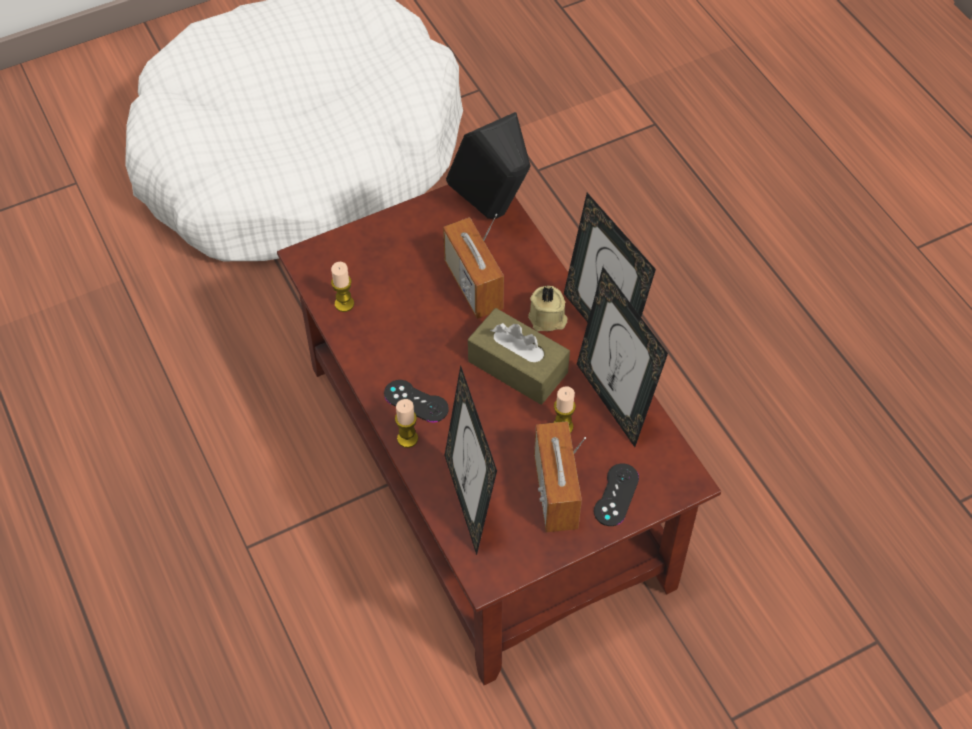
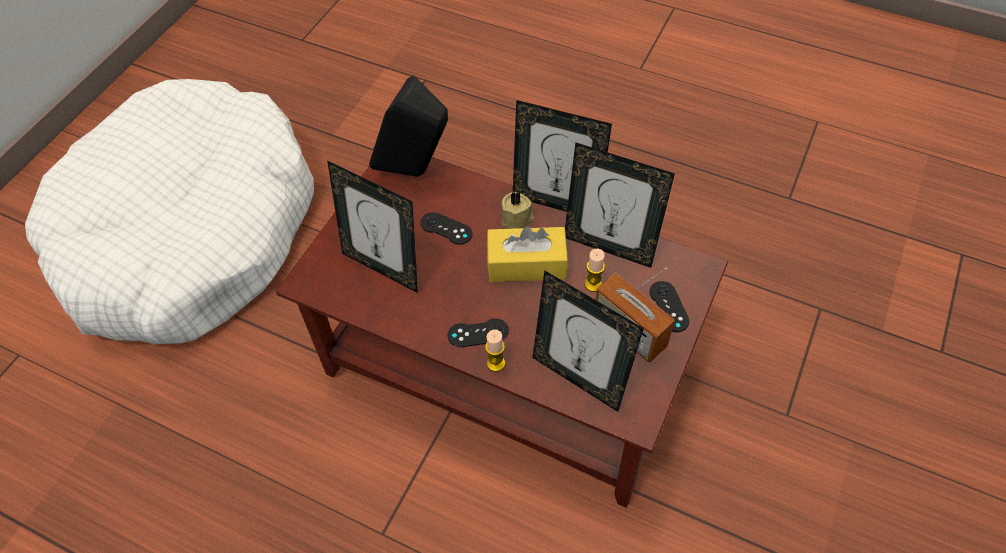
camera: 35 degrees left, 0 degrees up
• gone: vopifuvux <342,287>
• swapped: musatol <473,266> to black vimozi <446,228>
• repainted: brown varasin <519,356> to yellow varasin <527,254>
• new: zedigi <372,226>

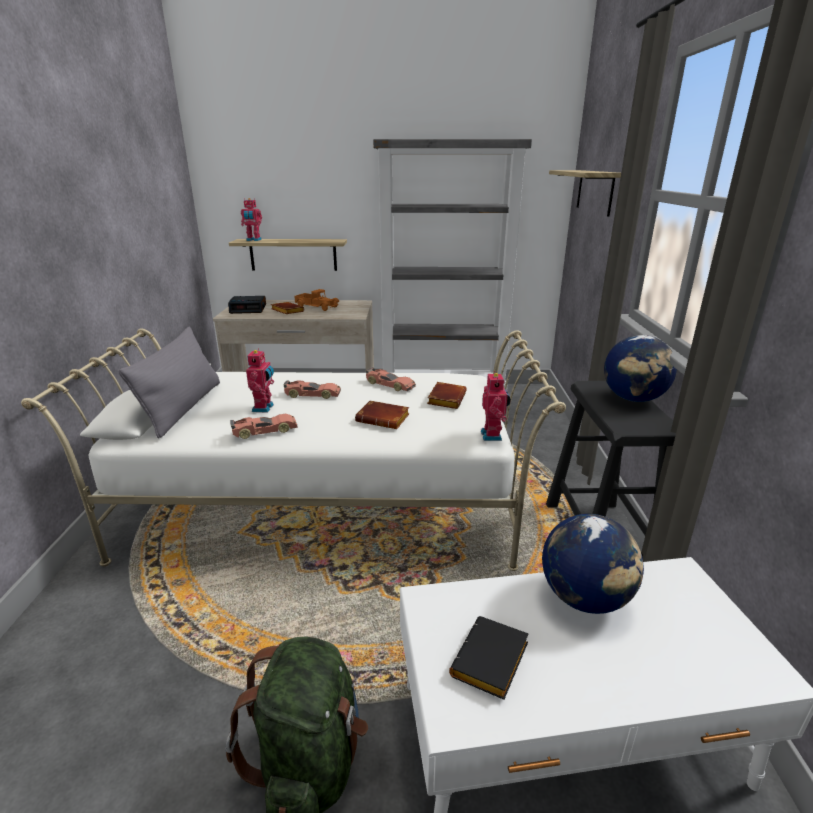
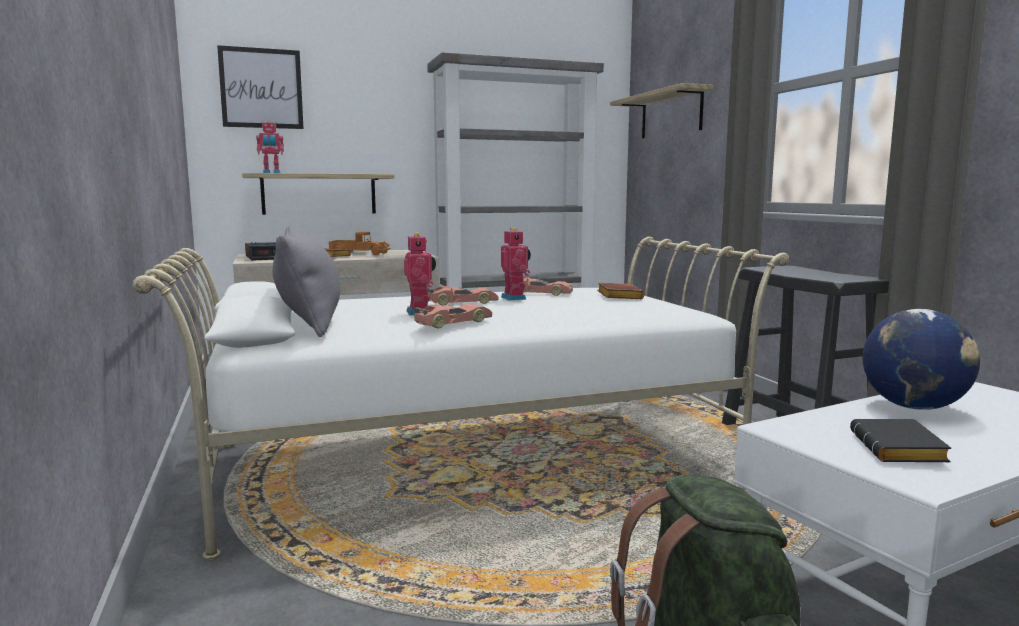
camera: 20 degrees left, 15 degrees down
• gone: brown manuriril <382,415>
• shifted: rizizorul <496,406> to <516,264>
• gone: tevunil <640,368>
• new: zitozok <260,87>

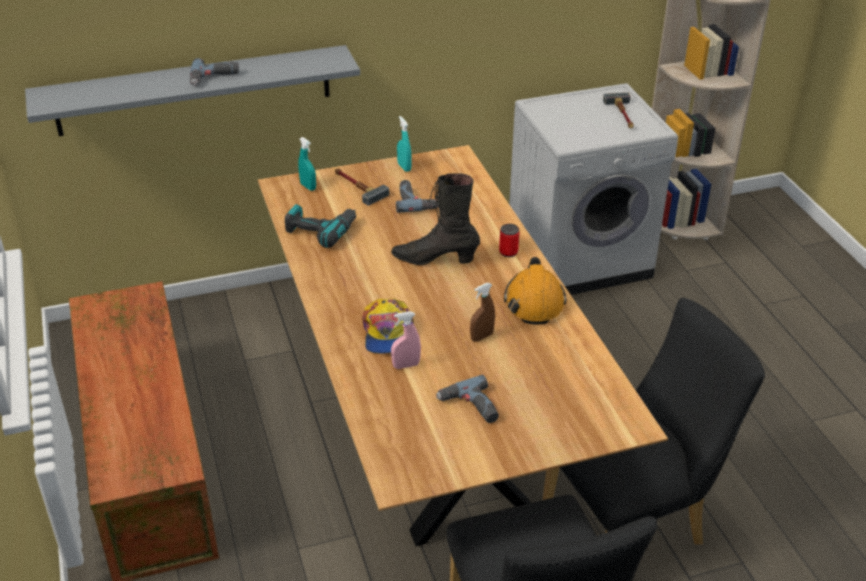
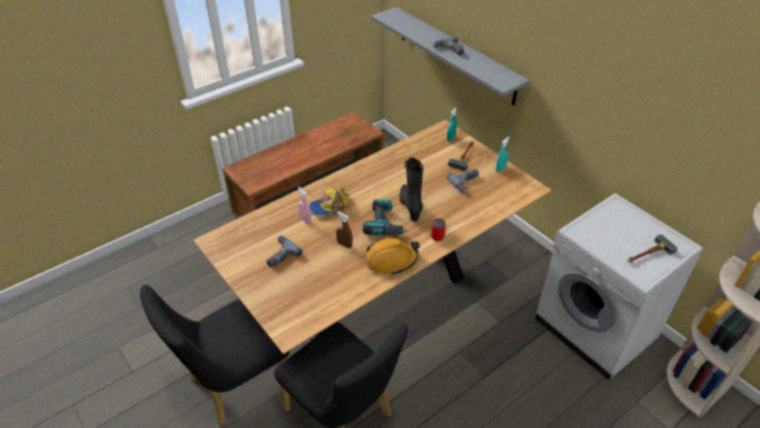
camera: 70 degrees right, 5 degrees up
• shifted: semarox <320,226> to <385,217>

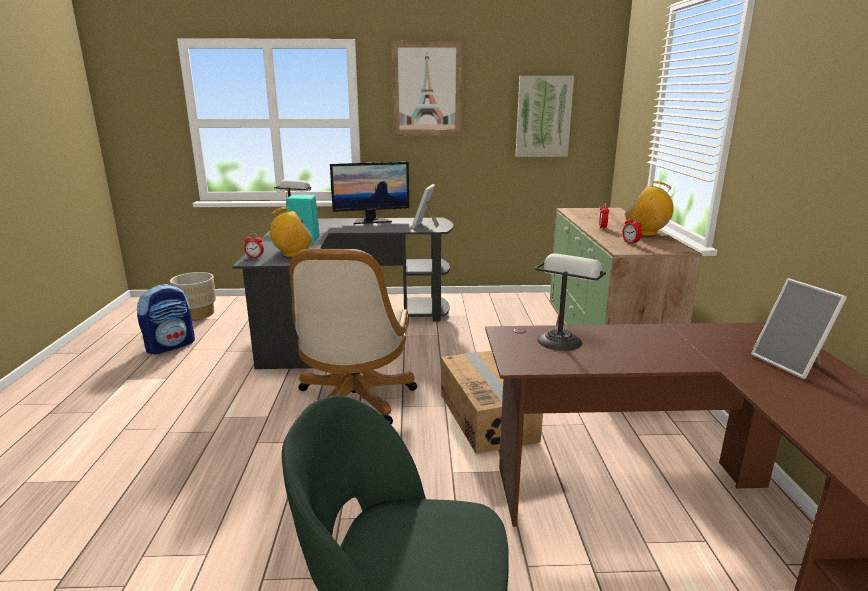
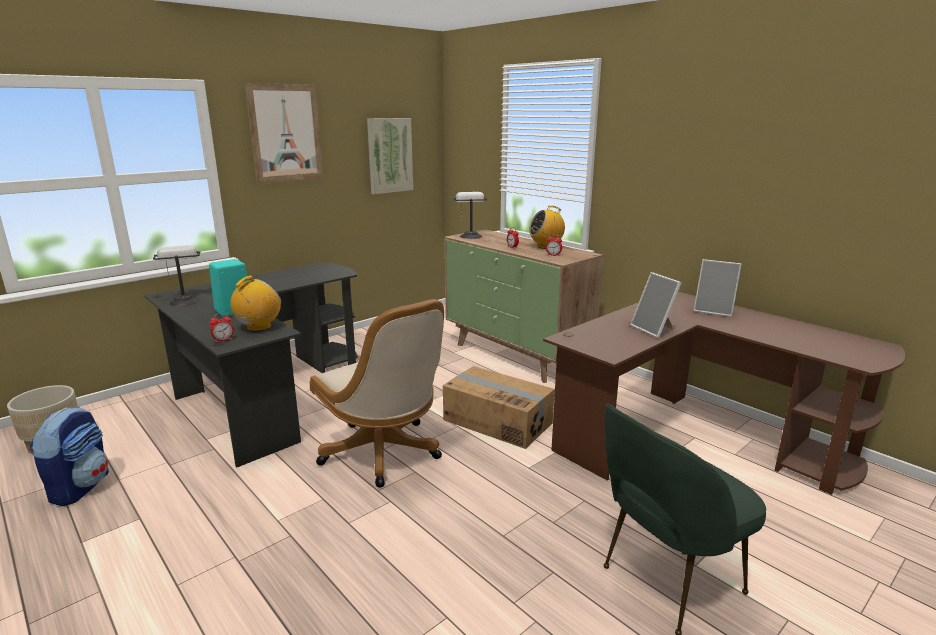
camera: 40 degrees left, 0 degrees up
• gone: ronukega <369,193>
• shifted: zedigi <425,206> to <655,305>
• shifted: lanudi <570,302> to <470,215>

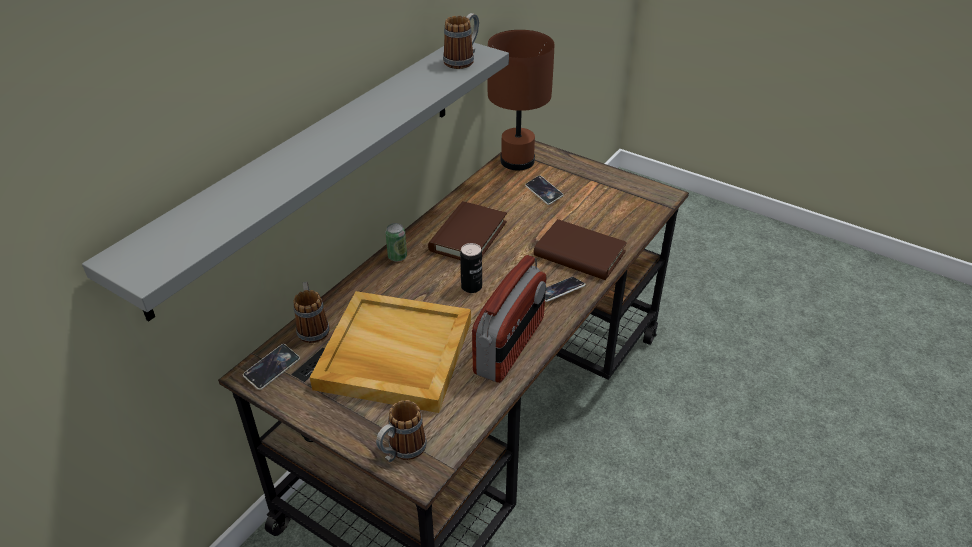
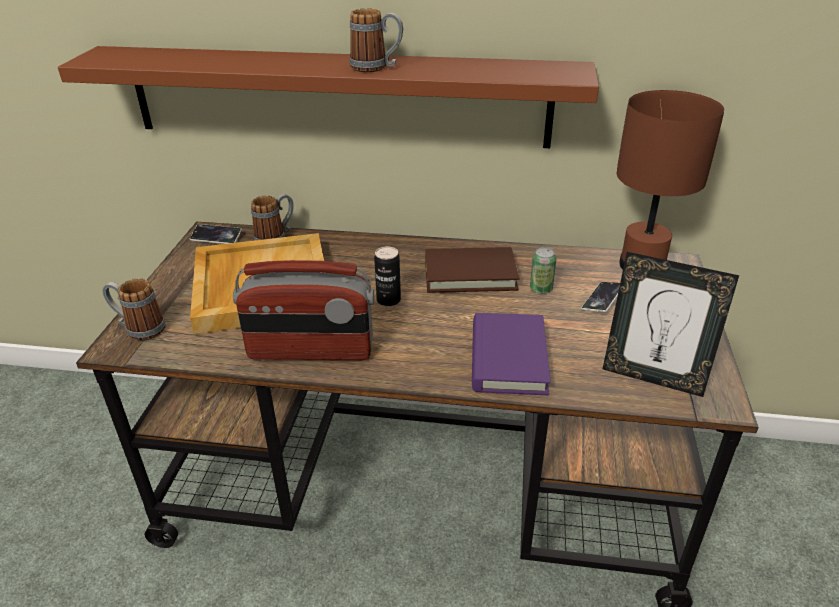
camera: 65 degrees right, 5 degrees down
• repainted: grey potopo <295,182> to brown potopo <328,97>
• shifted: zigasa <396,242> to <543,270>
• shifted: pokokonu <461,41> to <376,40>
• repainted: brown manuriril <580,249> to purple manuriril <511,354>
• gone: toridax <565,289>
• new: zedigi <671,324>

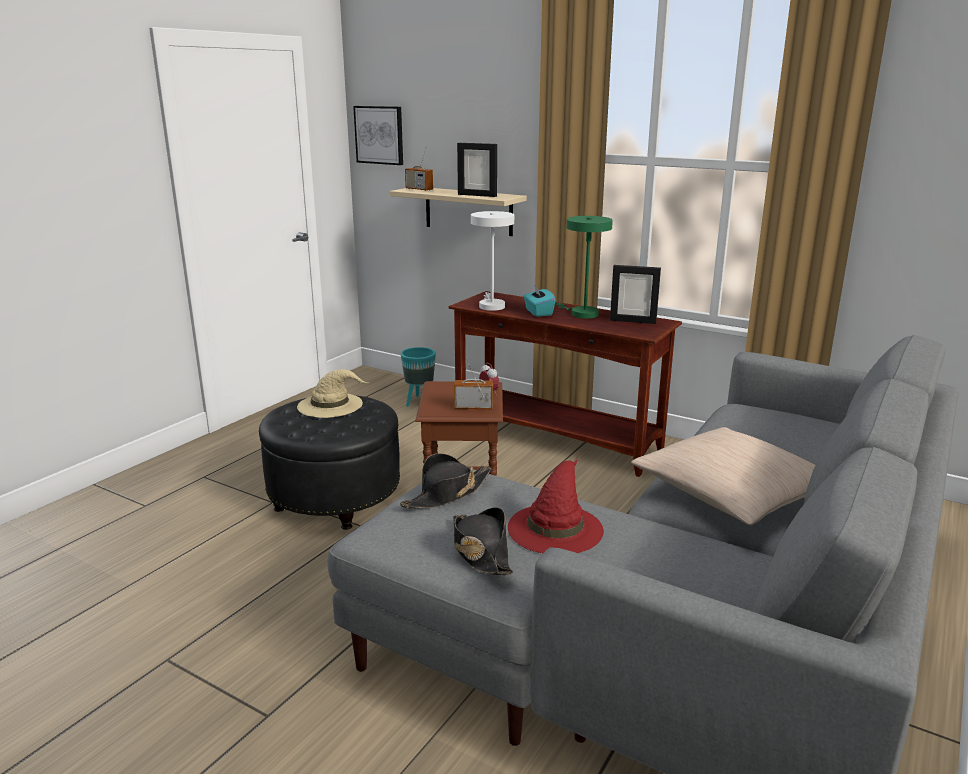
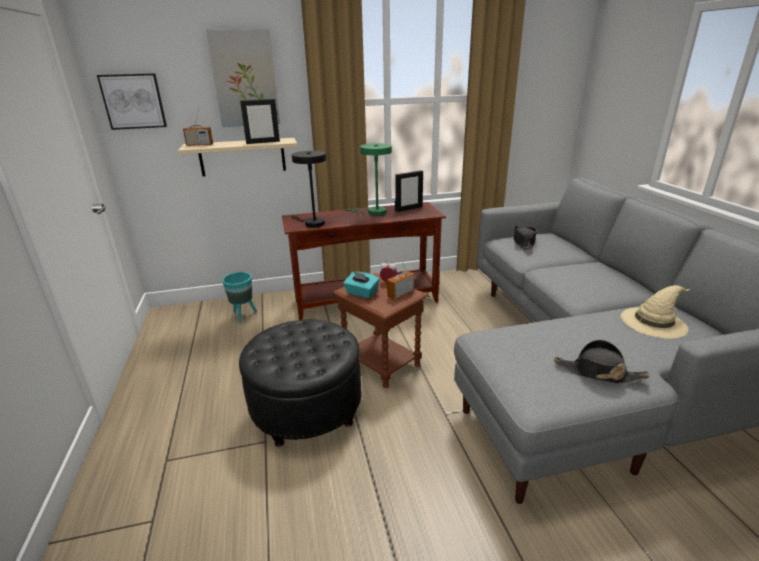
camera: 45 degrees left, 5 degrees up
• shifted: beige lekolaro <333,393> to <655,312>
• shifted: black lekolaro <446,480> to <525,238>
• repainted: white lanudi <492,261> to black lanudi <308,189>
• gone: red lekolaro <556,506>
• shifted: turquoise varasin <539,301> to <361,285>
• gone: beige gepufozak <723,476>
• new: zitozok <243,78>

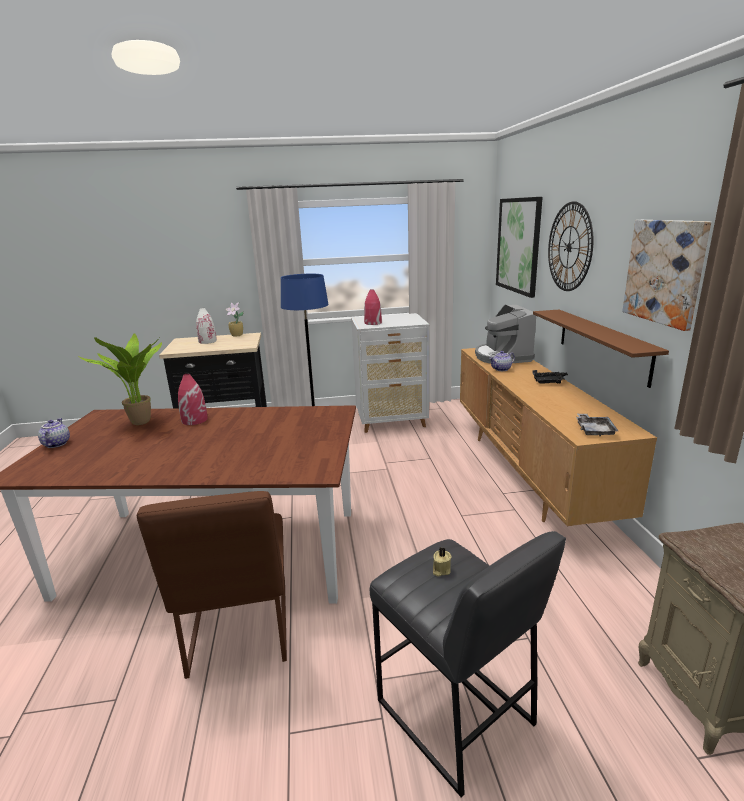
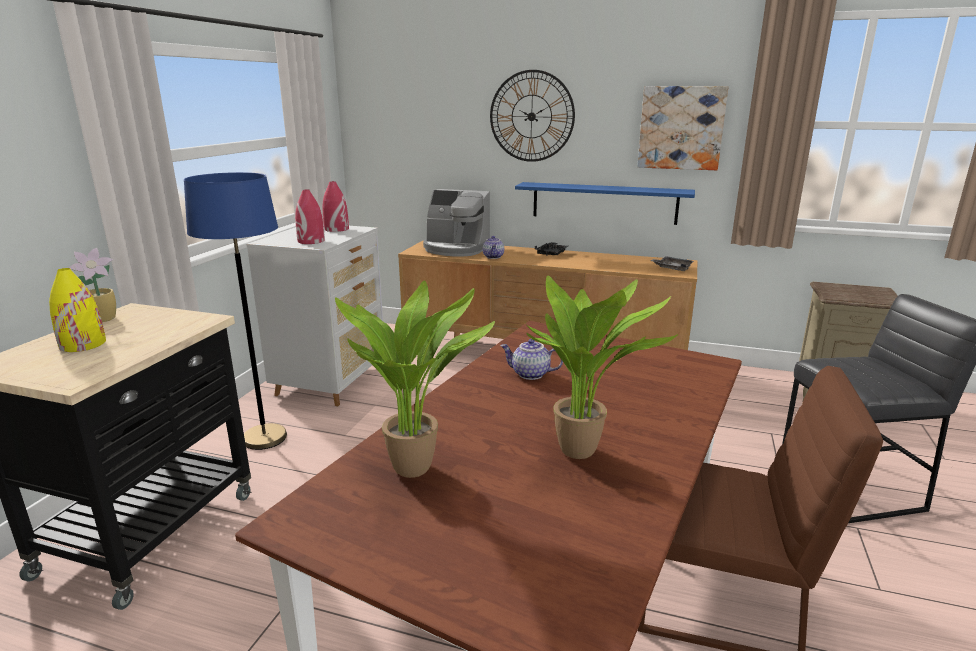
camera: 65 degrees left, 0 degrees up
• shifted: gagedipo <54,433> to <531,359>
• shifted: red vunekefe <193,399> to <335,206>
• repainted: white vunekefe <206,326> to yellow vunekefe <77,310>
• gone: beige vopifuvux <442,562>
• gone: zitozok <519,247>
• repainted: brown potopo <601,349> to blue potopo <605,203>
• new: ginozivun <602,367>

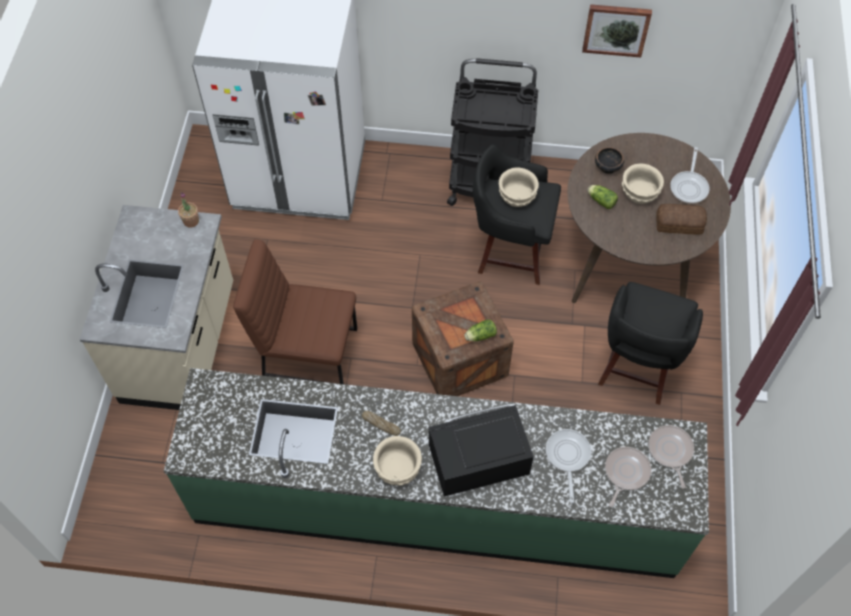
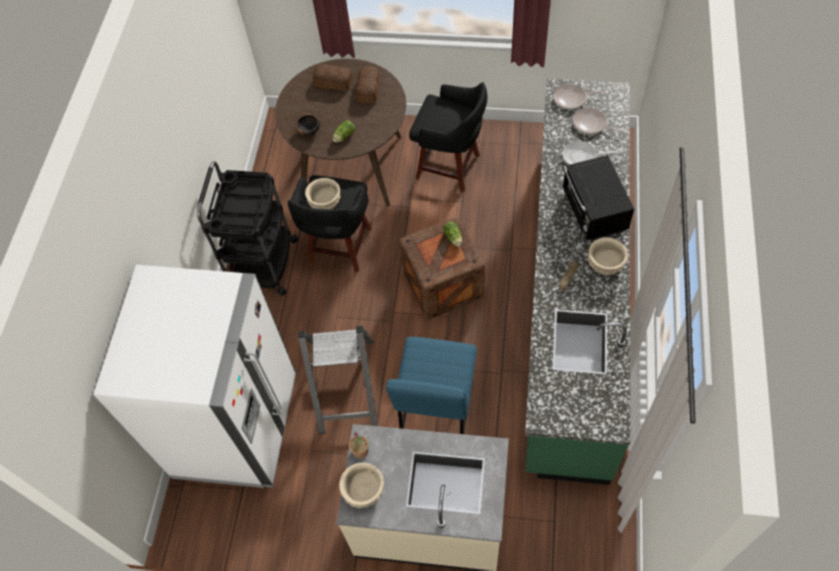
camera: 85 degrees left, 0 degrees up
• repainted: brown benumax <295,311> to blue benumax <431,385>
• gone: zitozok <617,30>
• shifted: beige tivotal <643,183> to <361,485>
• swapped: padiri <689,175> to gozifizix <333,77>
• new: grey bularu <338,380>

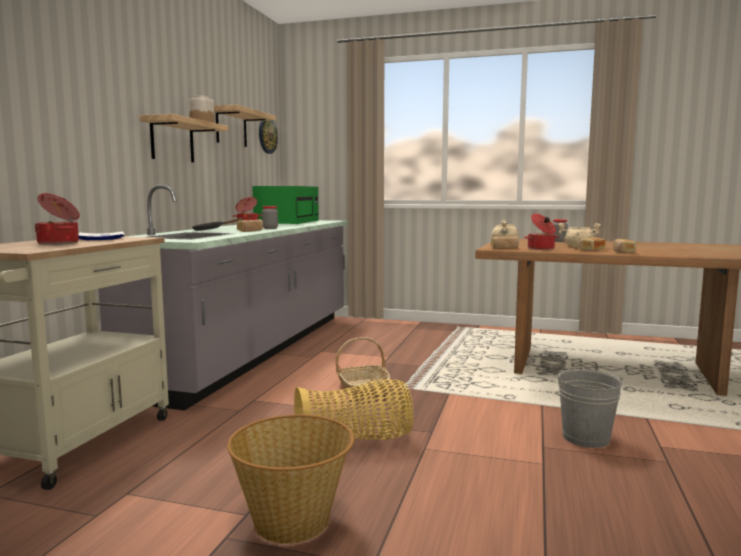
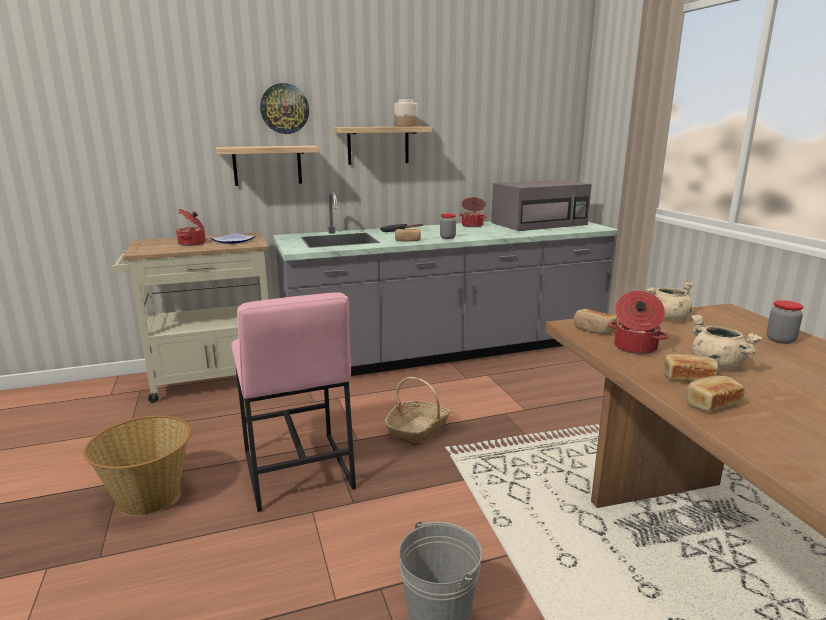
camera: 55 degrees right, 10 degrees up
• shifted: potopo <245,126> to <267,165>
• repainted: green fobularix <285,205> to grey fobularix <541,205>
• shifted: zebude <268,137> to <284,108>
• swapped: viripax <354,409> to pink benumax <293,402>

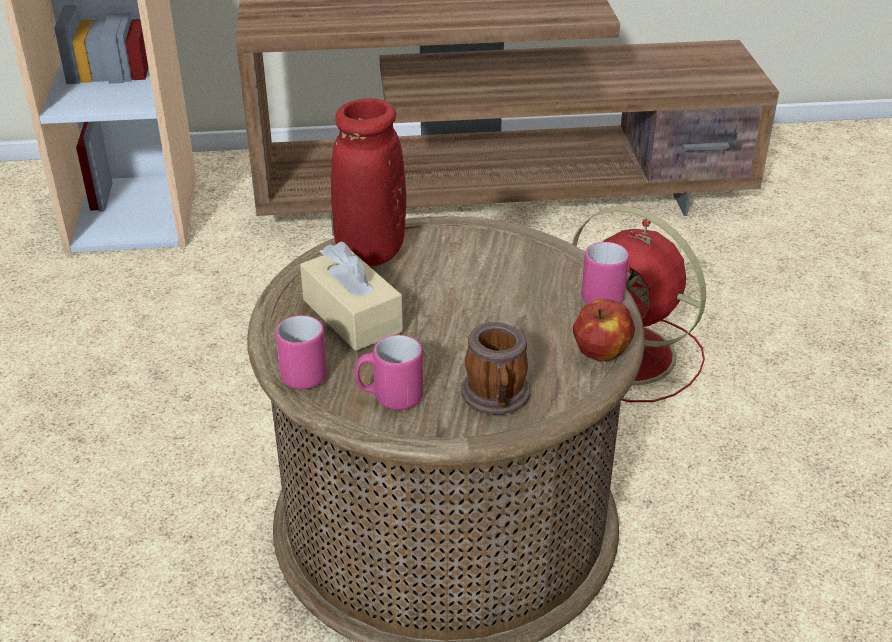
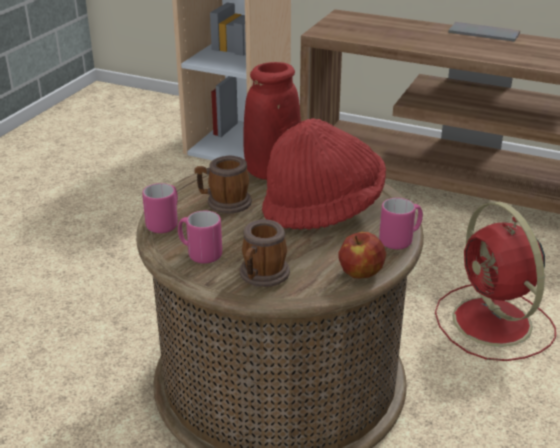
camera: 30 degrees right, 5 degrees down
• swapped: beige varasin <351,296> to pokokonu <223,184>
• new: red lekolaro <324,174>

